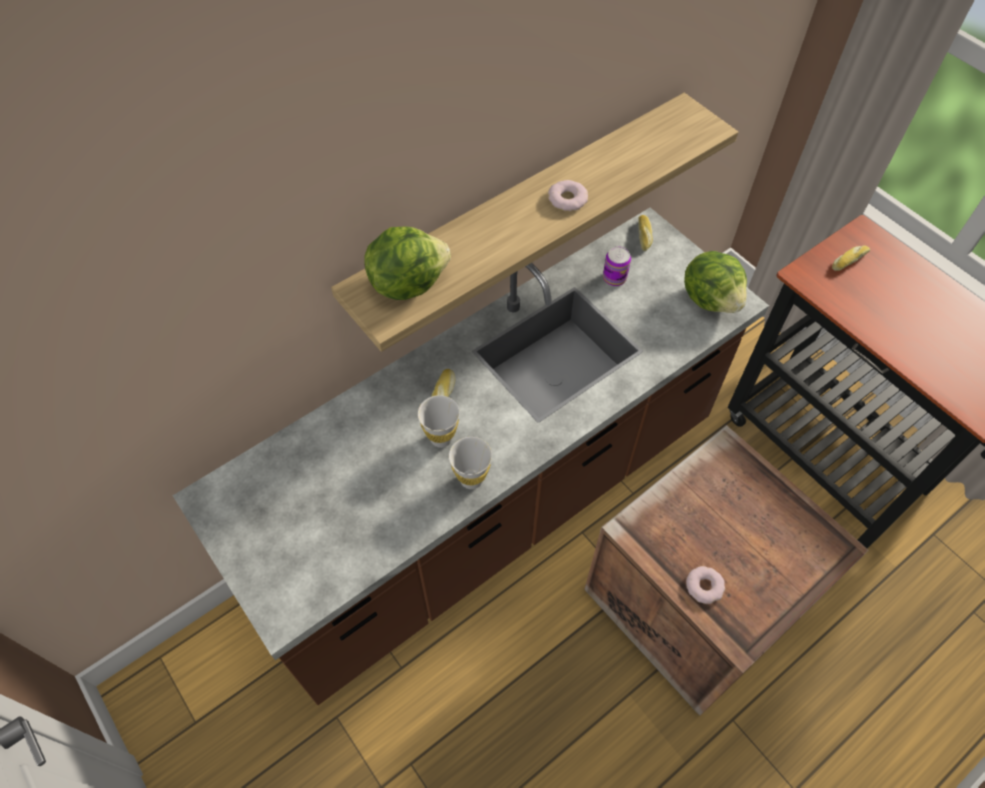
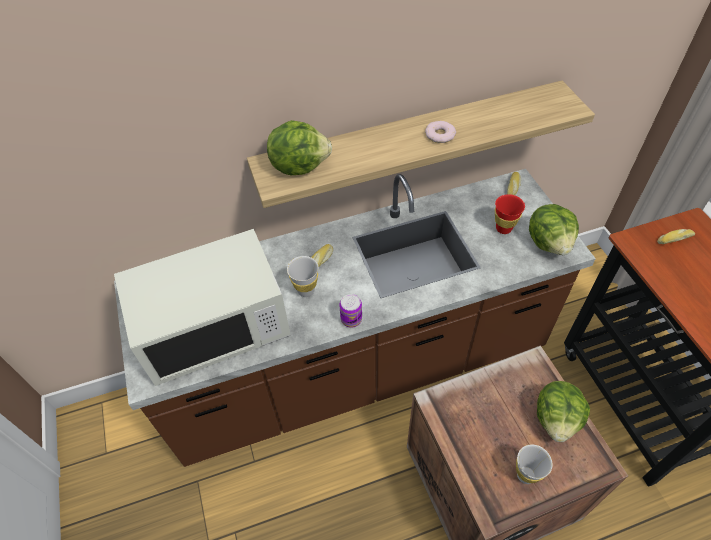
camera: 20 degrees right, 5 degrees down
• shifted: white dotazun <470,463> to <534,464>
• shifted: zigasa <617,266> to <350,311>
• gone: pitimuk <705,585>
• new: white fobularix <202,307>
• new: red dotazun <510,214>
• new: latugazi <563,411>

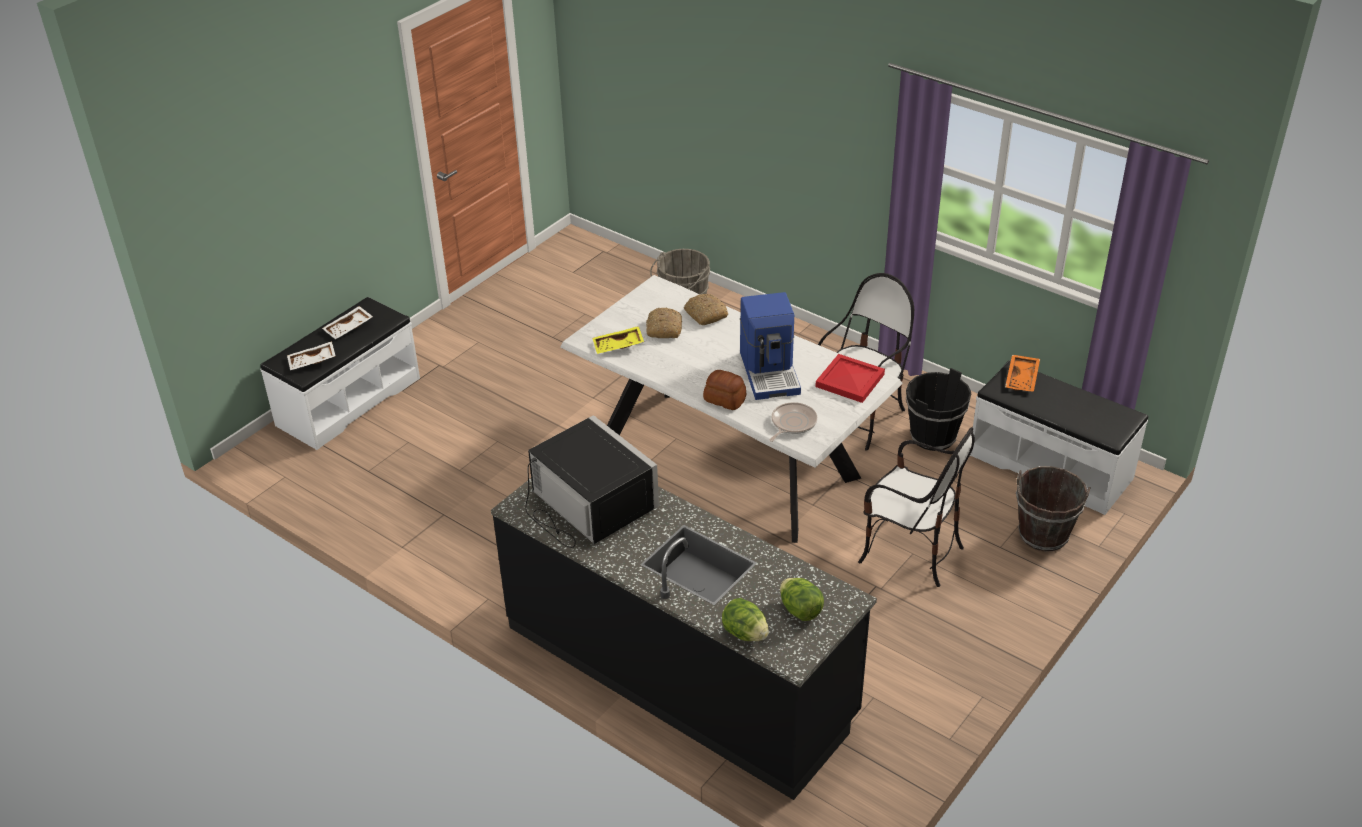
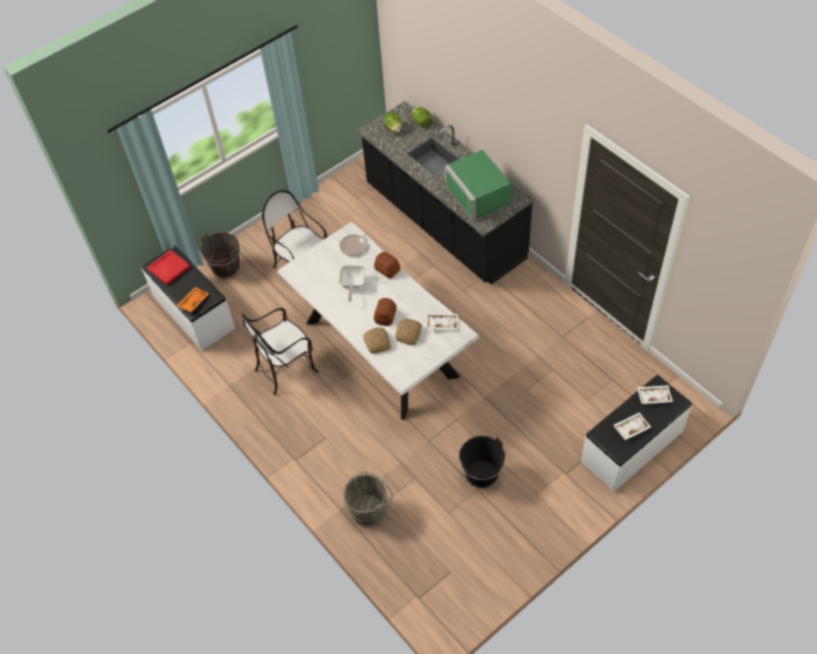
camera: 165 degrees left, 15 degrees up
• repainted: black fobularix <592,481> to green fobularix <480,185>
• repainted: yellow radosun <618,340> to white radosun <442,321>
• swapped: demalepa <770,346> to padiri <352,283>
• shifted: red radosun <850,378> to <168,267>
• shifted: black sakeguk <939,409> to <482,462>
• new: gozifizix <385,312>

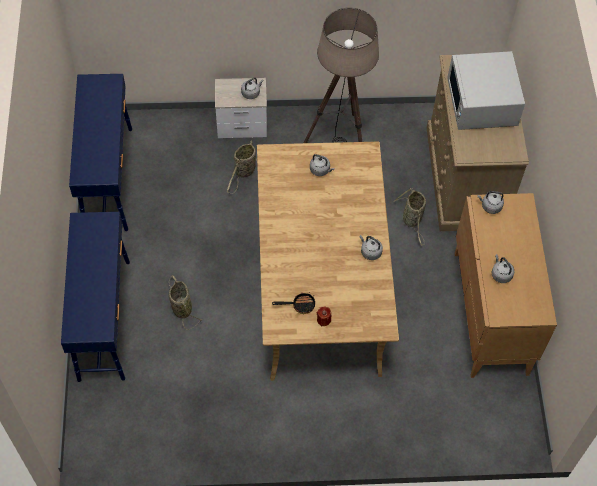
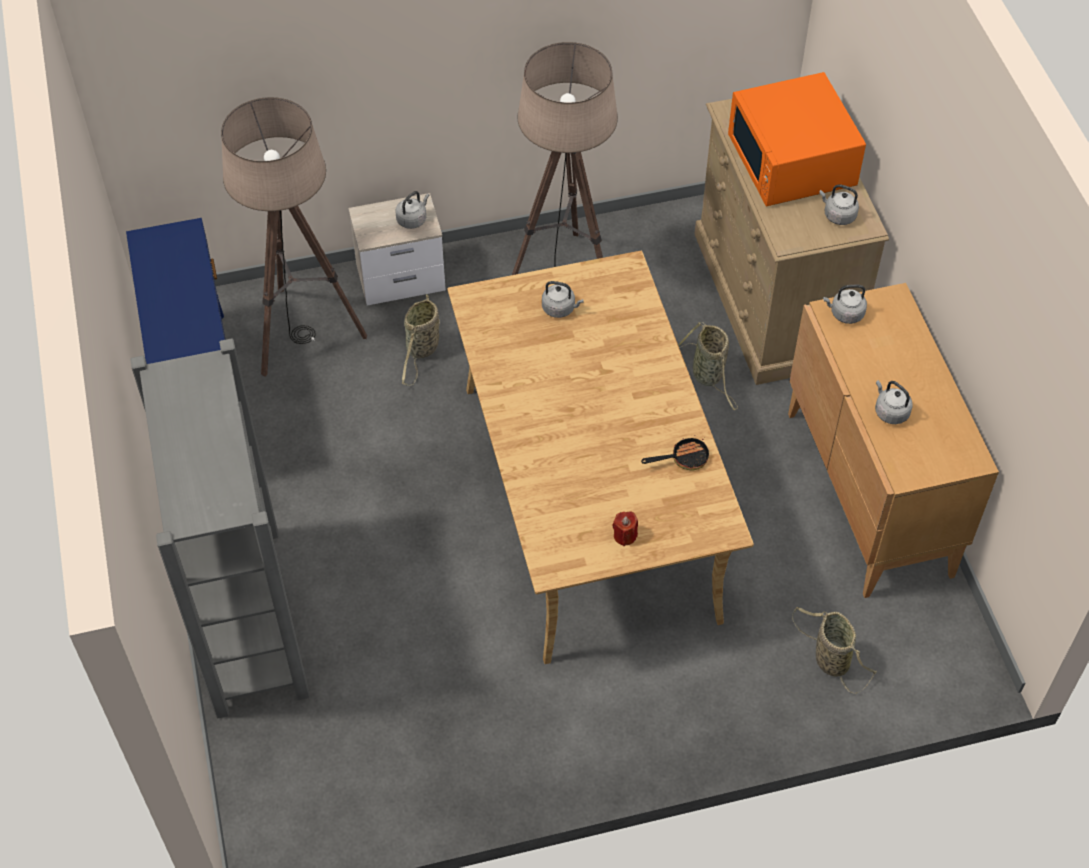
camera: 10 degrees left, 5 degrees down
• swapped: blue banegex <95,297> to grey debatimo <220,528>
• shifted: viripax <185,302> to <834,650>
• shifted: padiri <293,303> to <675,453>
• shifted: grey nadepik <371,247> to <839,204>
• repainted: white fobularix <486,90> to orange fobularix <797,139>
• new: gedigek <294,237>

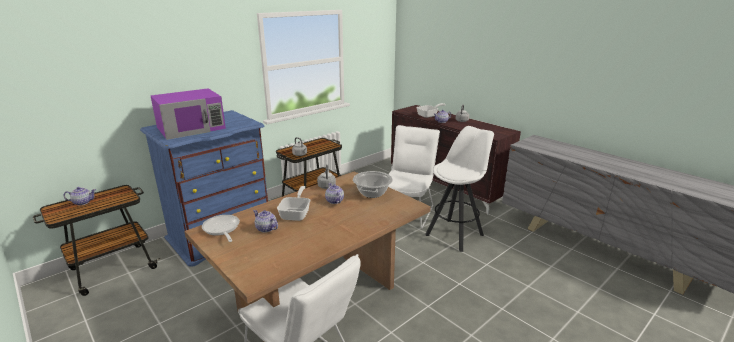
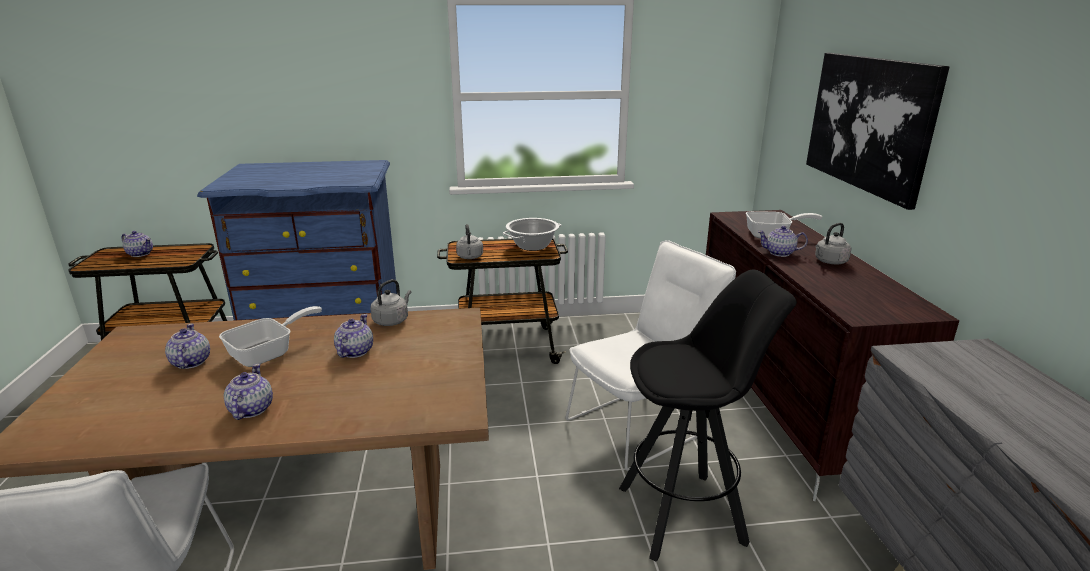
camera: 35 degrees right, 0 degrees up
• gone: purple fobularix <188,114>
• gone: padiri <221,228>
• shifted: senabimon <373,184> to <532,234>
• repainted: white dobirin <459,189> to black dobirin <708,416>
• new: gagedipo <248,392>
• new: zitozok <877,131>

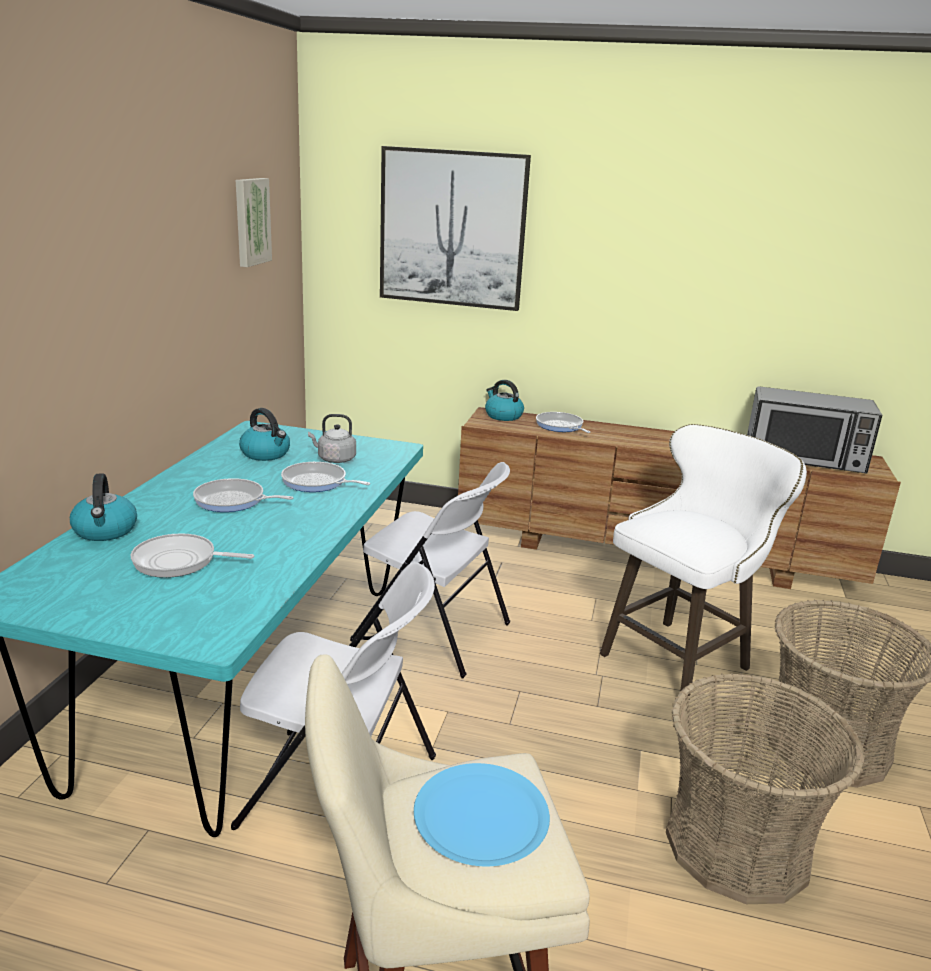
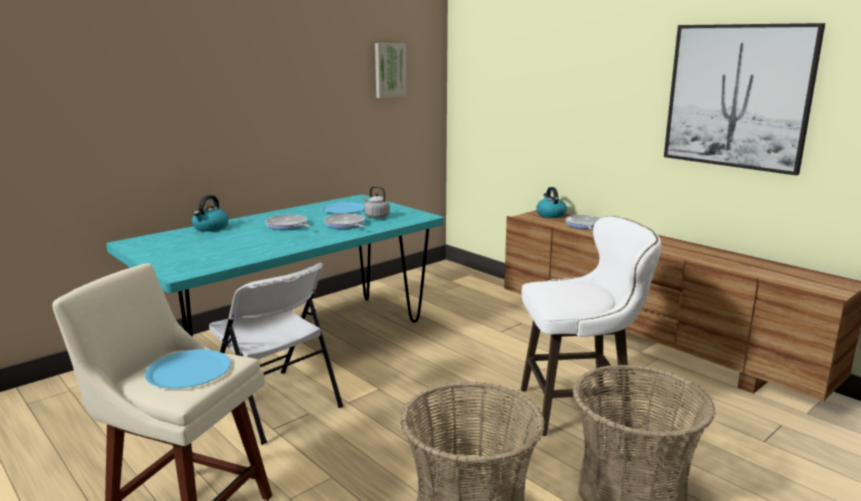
camera: 35 degrees right, 5 degrees down
• gone: padiri <192,555>
• swapped: nadepik <264,434> to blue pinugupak <343,208>
• gone: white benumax <430,570>
• shifted: zitozok <455,228> to <744,99>
• gone: fobularix <814,429>

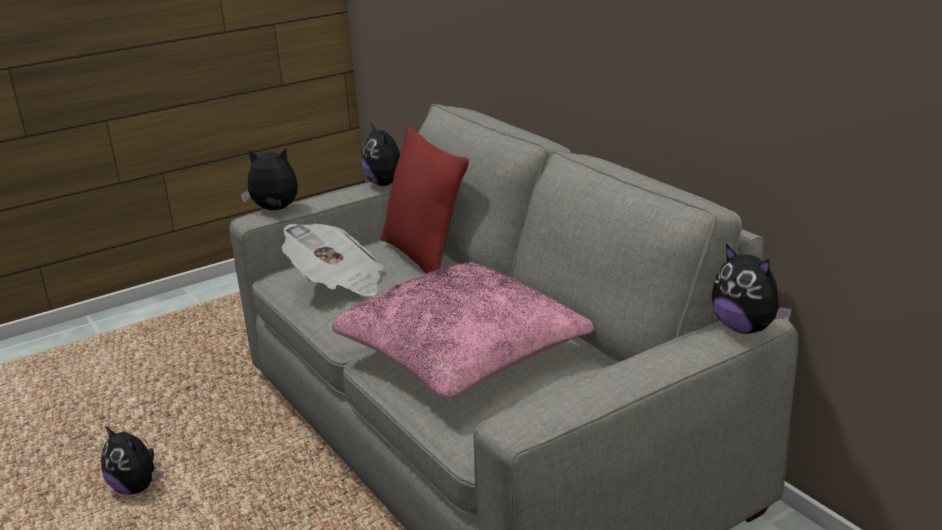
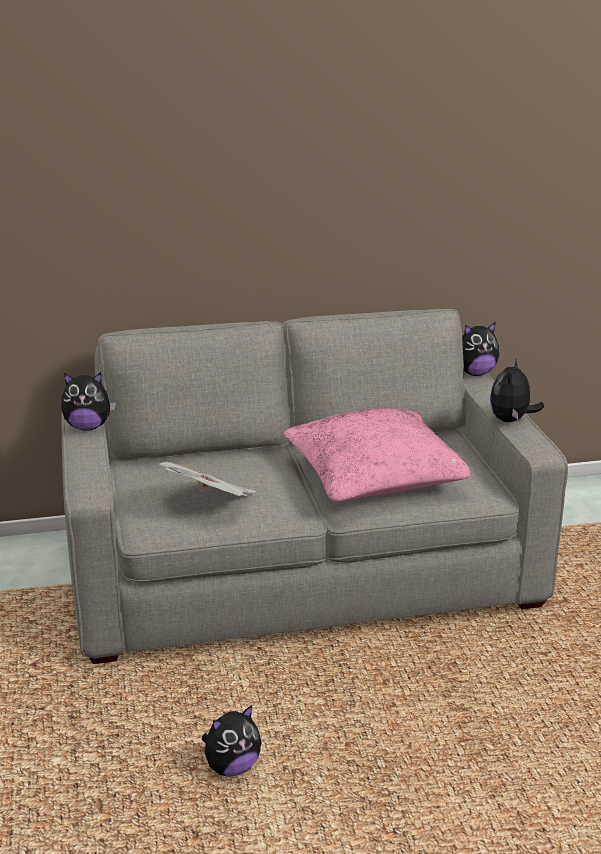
camera: 70 degrees left, 0 degrees up
• shifted: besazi <269,179> to <517,390>
• gone: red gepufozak <425,200>

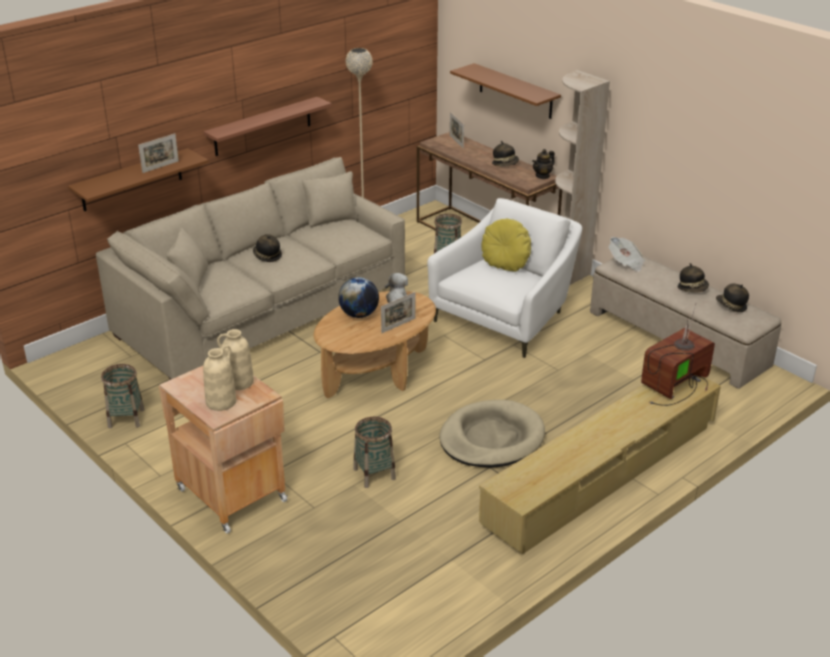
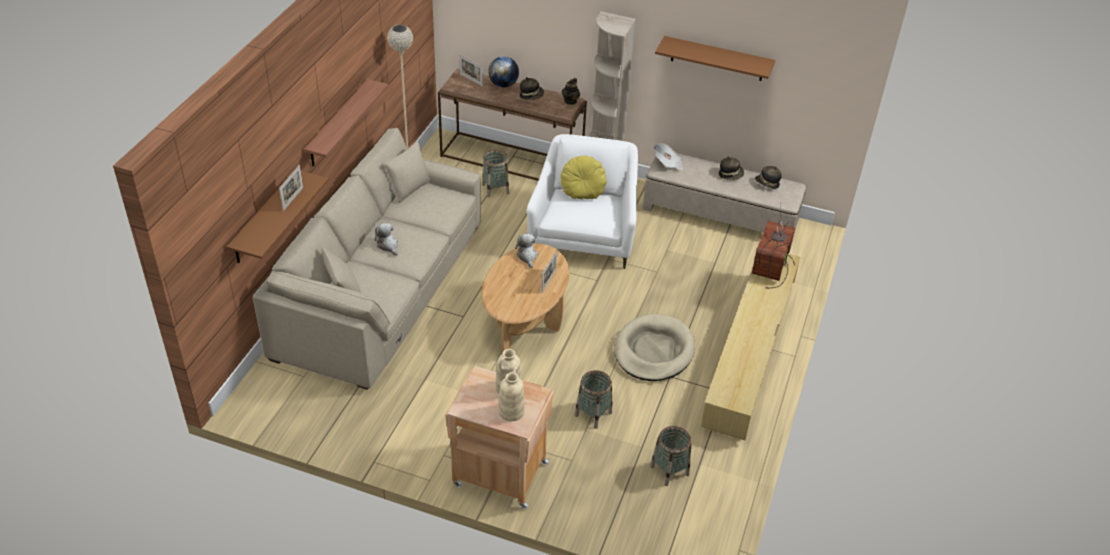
camera: 30 degrees left, 10 degrees up
• shifted: viripax <123,396> to <670,456>
• swapped: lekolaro <267,248> to besazi <386,239>
• shifted: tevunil <358,297> to <503,71>
• shifted: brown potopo <505,91> to <715,58>

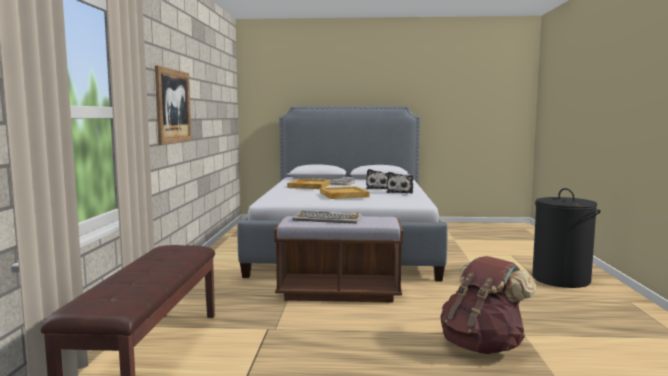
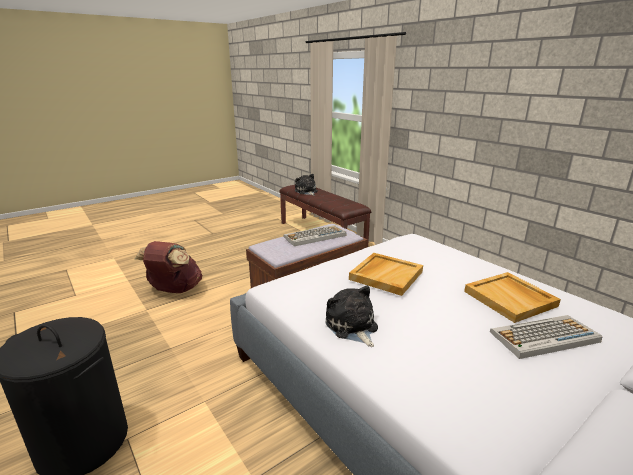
camera: 140 degrees right, 15 degrees up
• gone: zitozok <173,105>
• shifted: besazi <377,179> to <306,185>

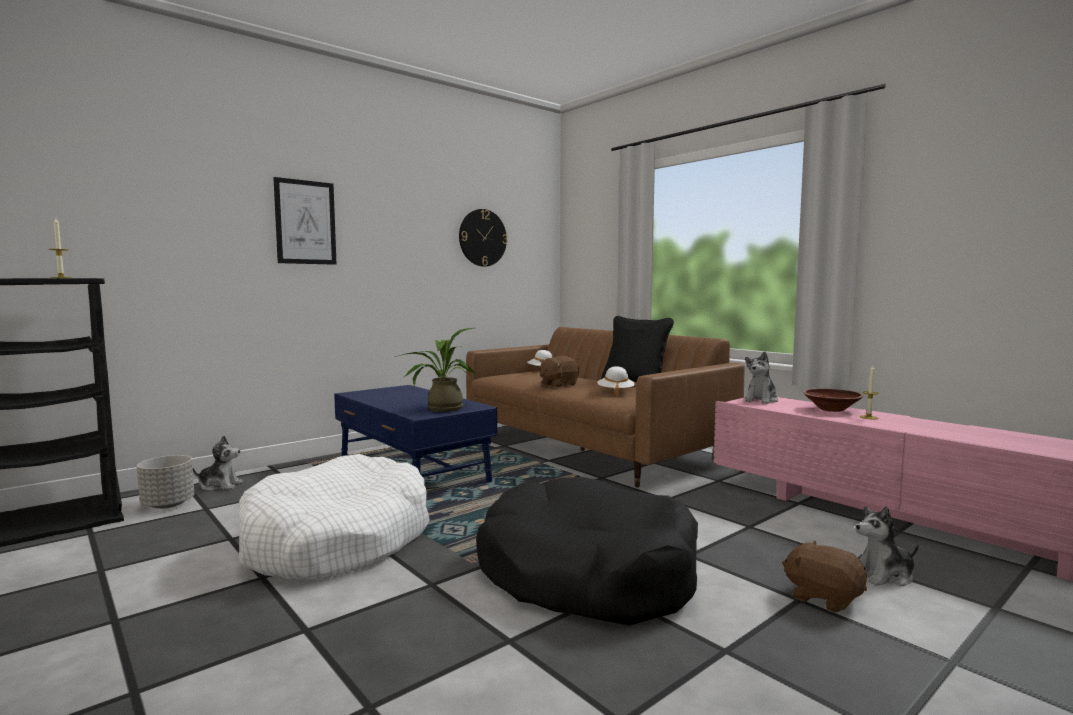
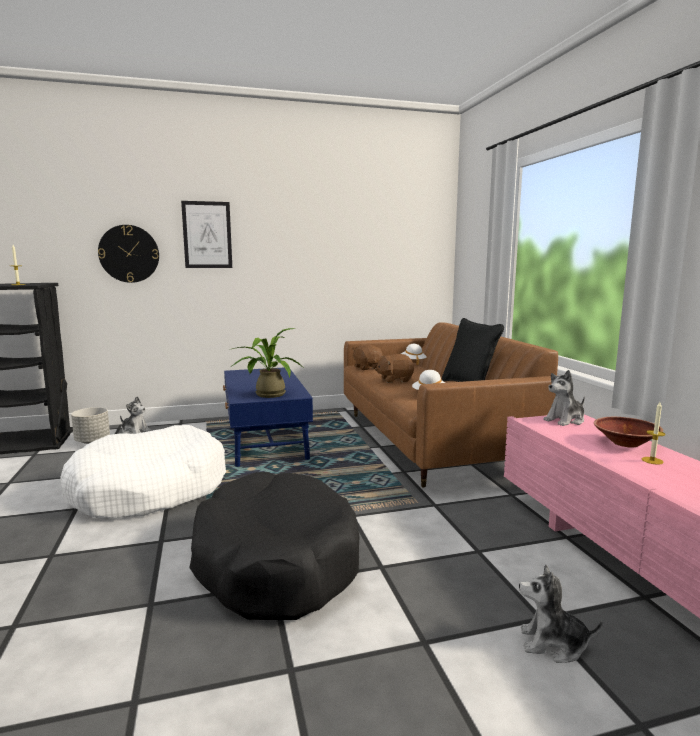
camera: 25 degrees right, 5 degrees up
• shifted: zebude <483,238> to <128,254>
• shifted: brown besazi <824,576> to <367,357>

